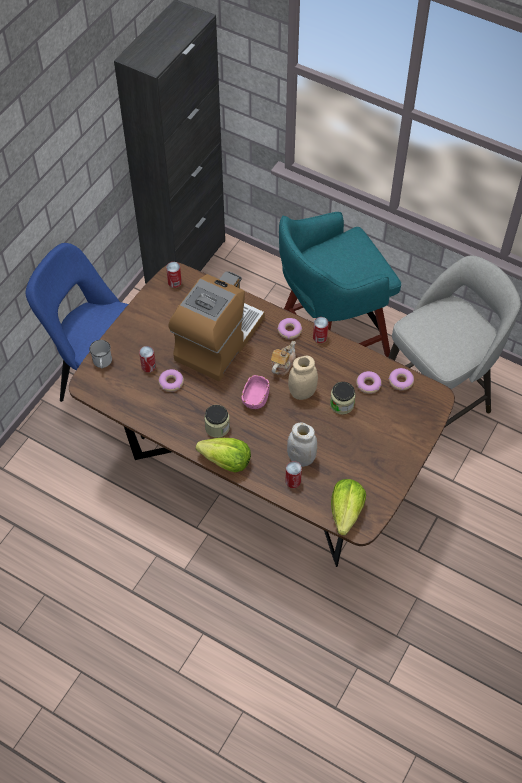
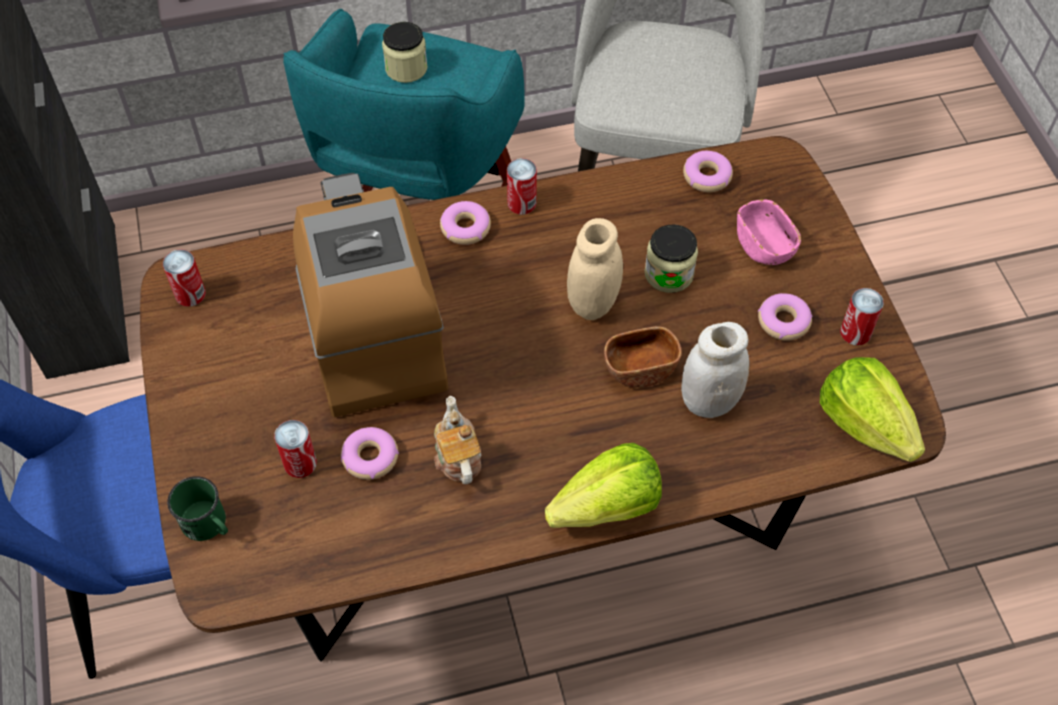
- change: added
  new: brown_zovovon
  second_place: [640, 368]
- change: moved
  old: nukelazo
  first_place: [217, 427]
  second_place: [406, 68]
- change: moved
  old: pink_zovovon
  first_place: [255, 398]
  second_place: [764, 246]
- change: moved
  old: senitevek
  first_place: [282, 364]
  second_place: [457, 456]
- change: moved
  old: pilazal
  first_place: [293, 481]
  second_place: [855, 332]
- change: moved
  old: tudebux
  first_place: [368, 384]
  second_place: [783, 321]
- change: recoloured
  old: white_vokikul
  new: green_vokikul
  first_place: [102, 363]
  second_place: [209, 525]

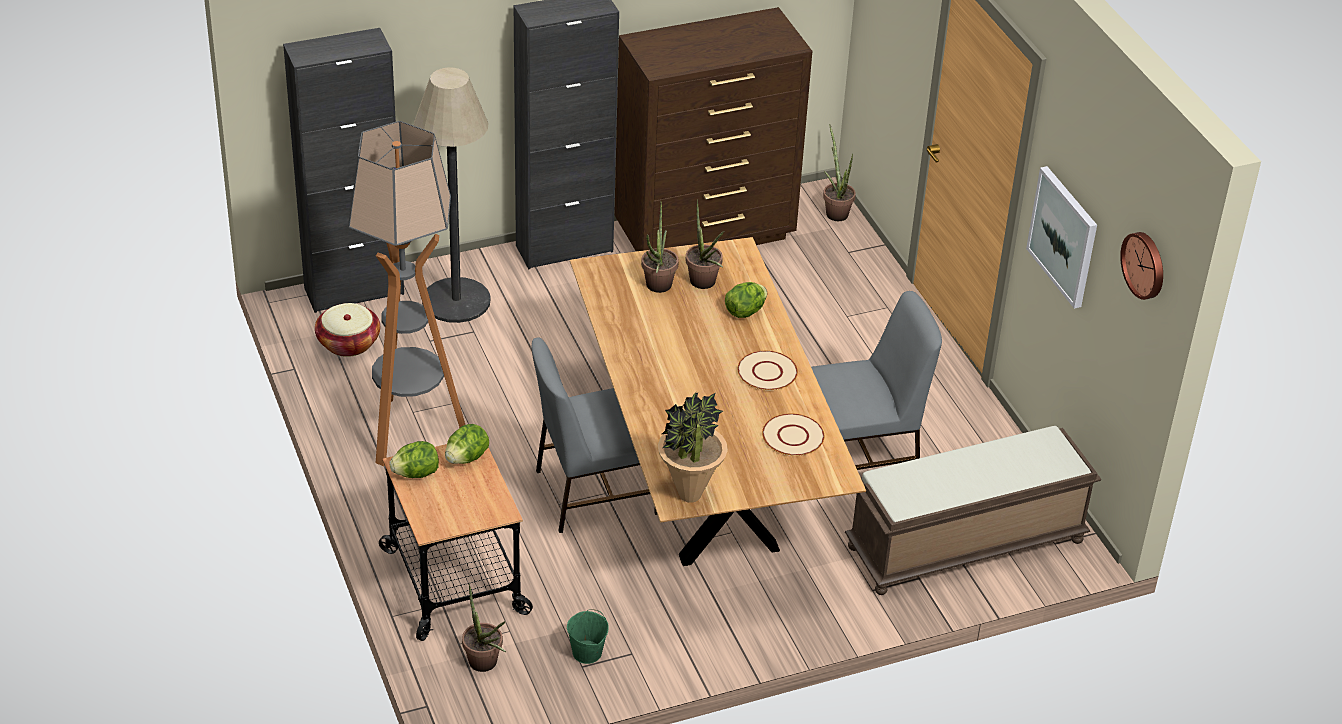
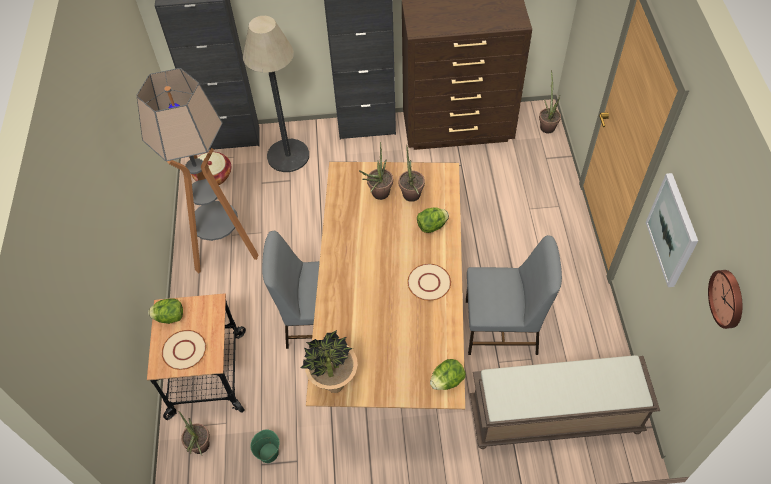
- change: moved
  old: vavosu
  first_place: [466, 458]
  second_place: [447, 381]
- change: moved
  old: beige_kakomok
  first_place: [793, 436]
  second_place: [184, 350]

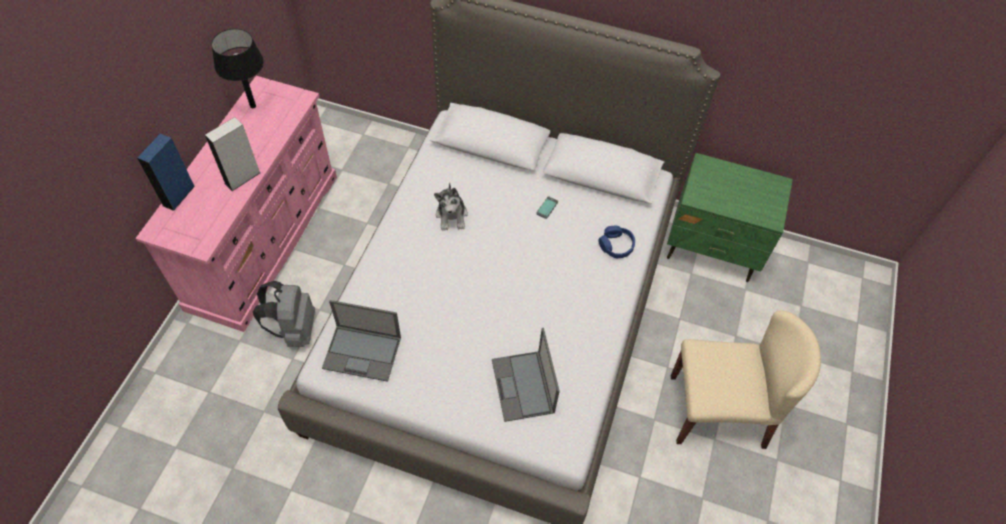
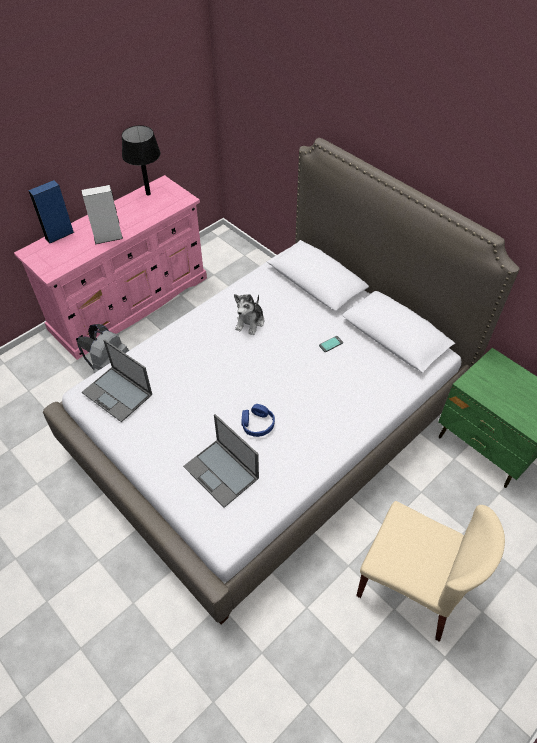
- change: moved
  old: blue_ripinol
  first_place: [616, 245]
  second_place: [257, 424]
- change: turned
  old: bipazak
  first_place: [523, 387]
  second_place: [222, 473]
  degrees: -60

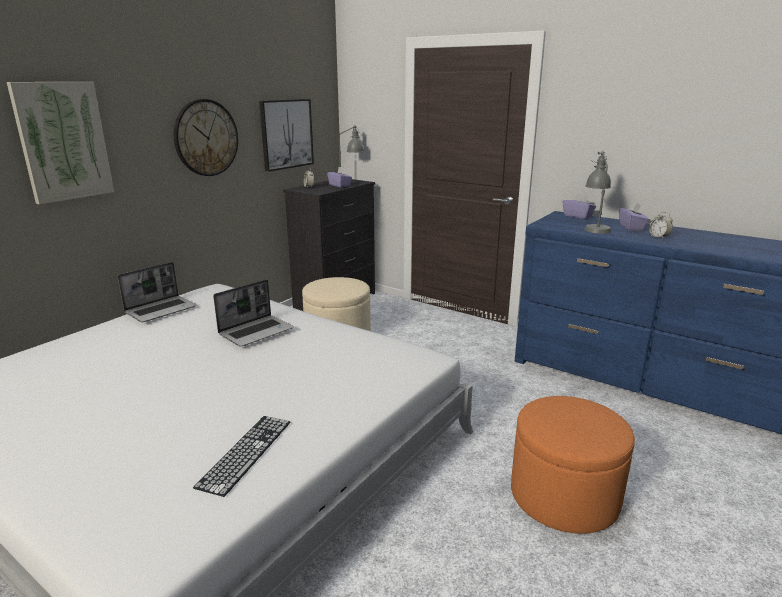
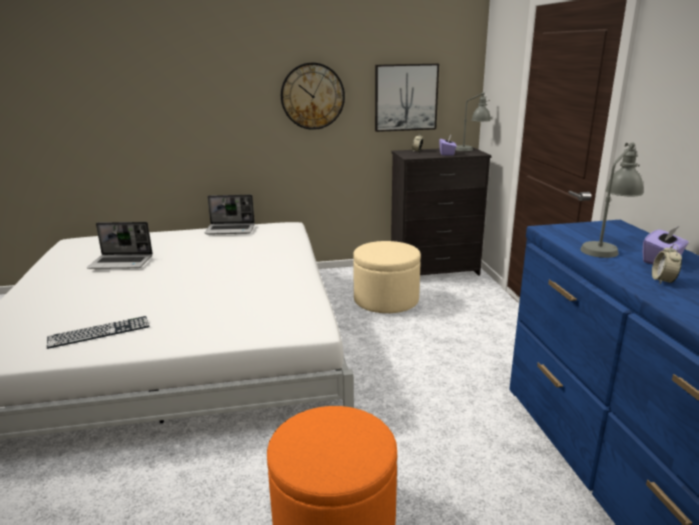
- change: removed
  old: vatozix
  first_place: [63, 141]
- change: removed
  old: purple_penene
  first_place: [577, 216]
- change: moved
  old: bipazak
  first_place: [256, 332]
  second_place: [122, 262]

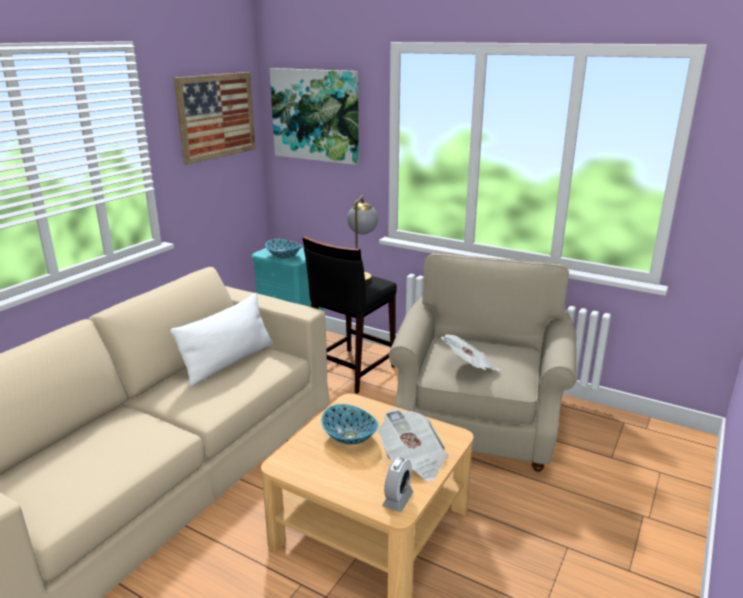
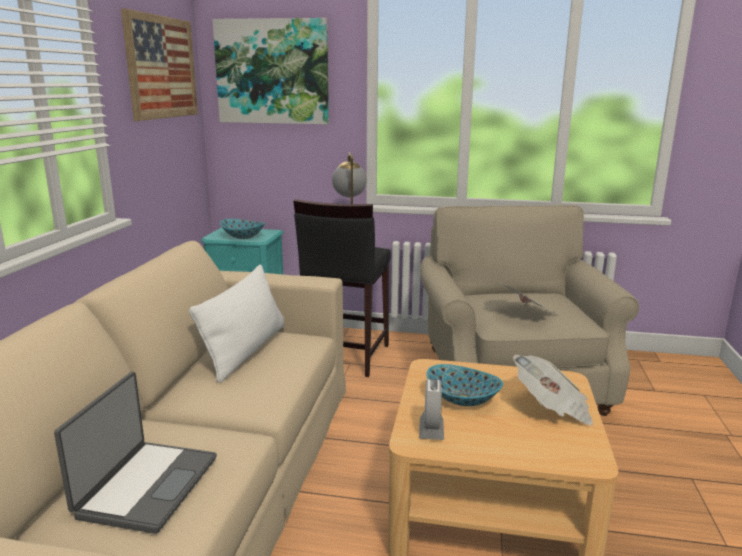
- change: added
  new: bipazak
  second_place: [146, 486]
- change: moved
  old: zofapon
  first_place: [398, 500]
  second_place: [431, 430]

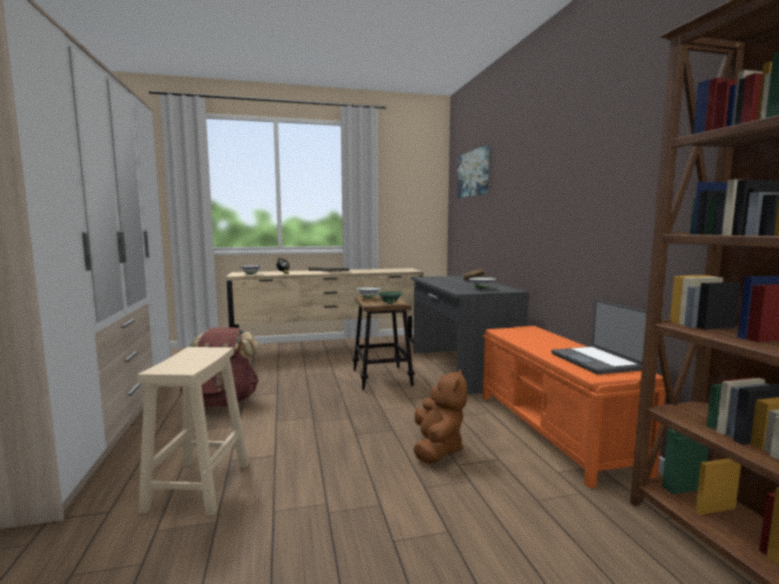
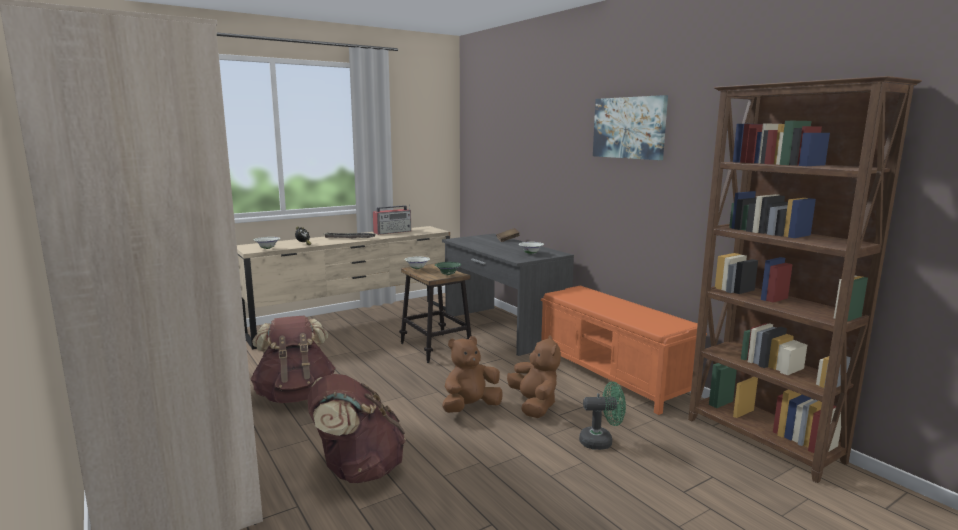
- change: removed
  old: bipazak
  first_place: [596, 361]
- change: added
  new: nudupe
  second_place: [393, 232]
- change: added
  new: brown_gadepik
  second_place: [470, 407]
- change: added
  new: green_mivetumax
  second_place: [601, 441]
- change: moved
  old: vatozix
  first_place: [473, 174]
  second_place: [629, 128]
- change: replaced
  old: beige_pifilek
  new: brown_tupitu
  first_place: [199, 485]
  second_place: [357, 470]

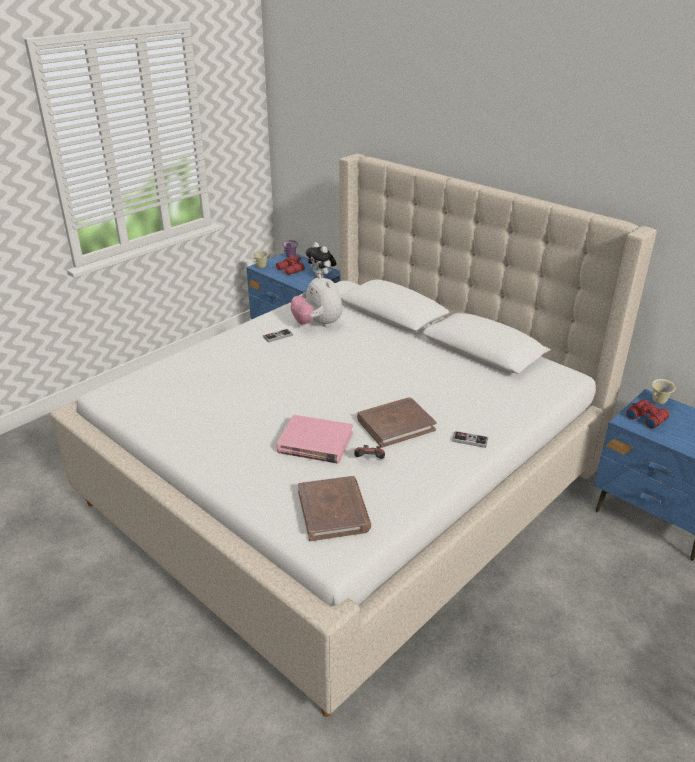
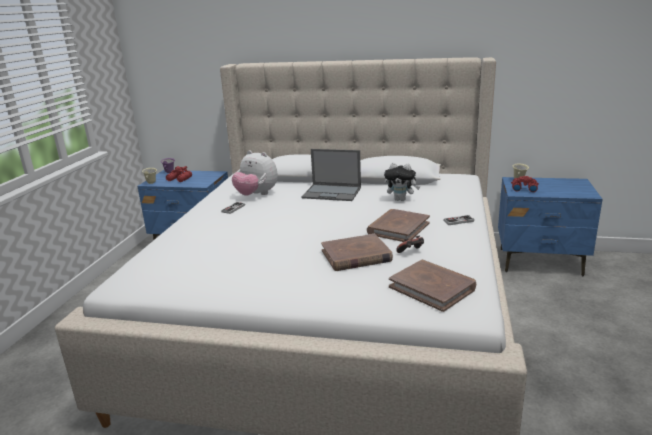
- change: added
  new: bipazak
  second_place: [332, 193]
- change: moved
  old: gadepik
  first_place: [321, 277]
  second_place: [401, 200]
- change: recoloured
  old: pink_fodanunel
  new: brown_fodanunel
  first_place: [315, 443]
  second_place: [356, 256]

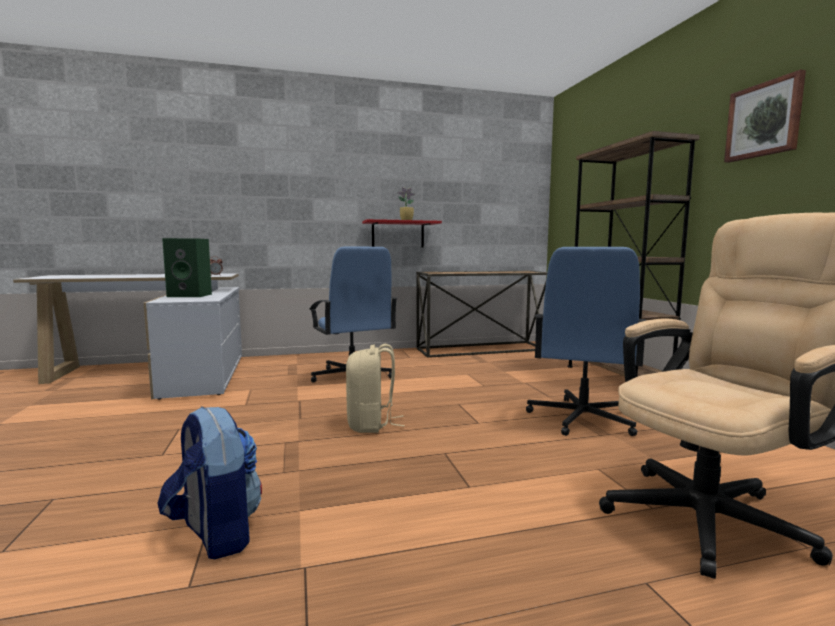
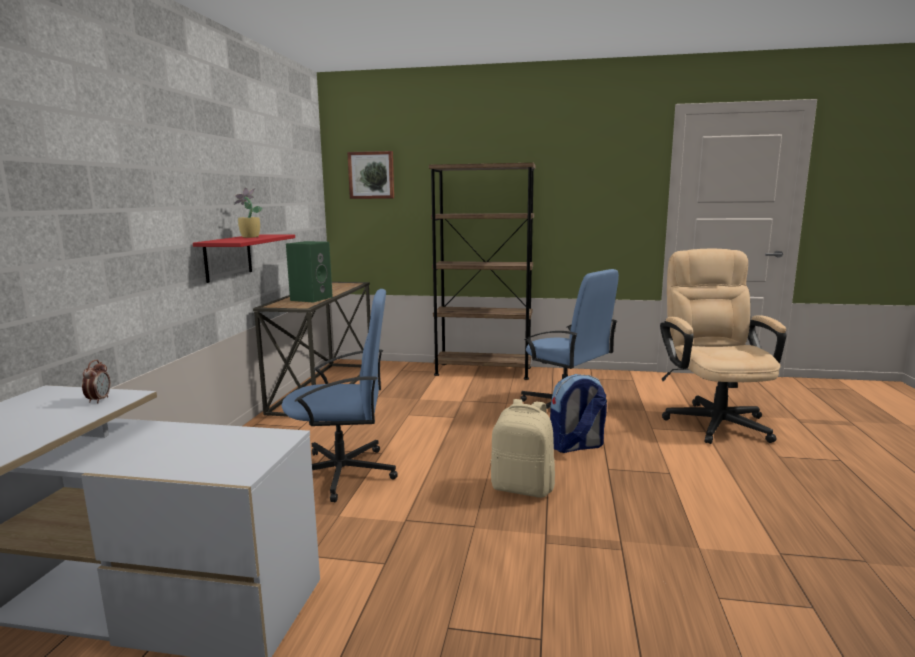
- change: moved
  old: tupitu
  first_place: [215, 534]
  second_place: [576, 446]
- change: moved
  old: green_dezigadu
  first_place: [191, 295]
  second_place: [311, 298]
- change: moved
  old: vatozix
  first_place: [764, 120]
  second_place: [371, 175]

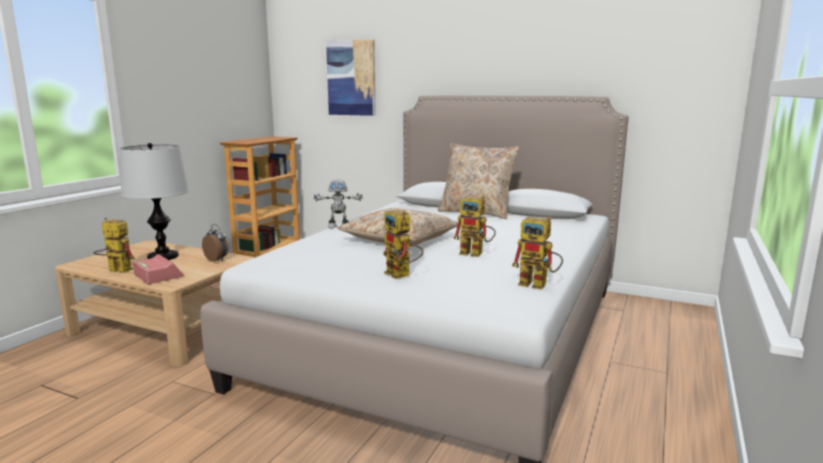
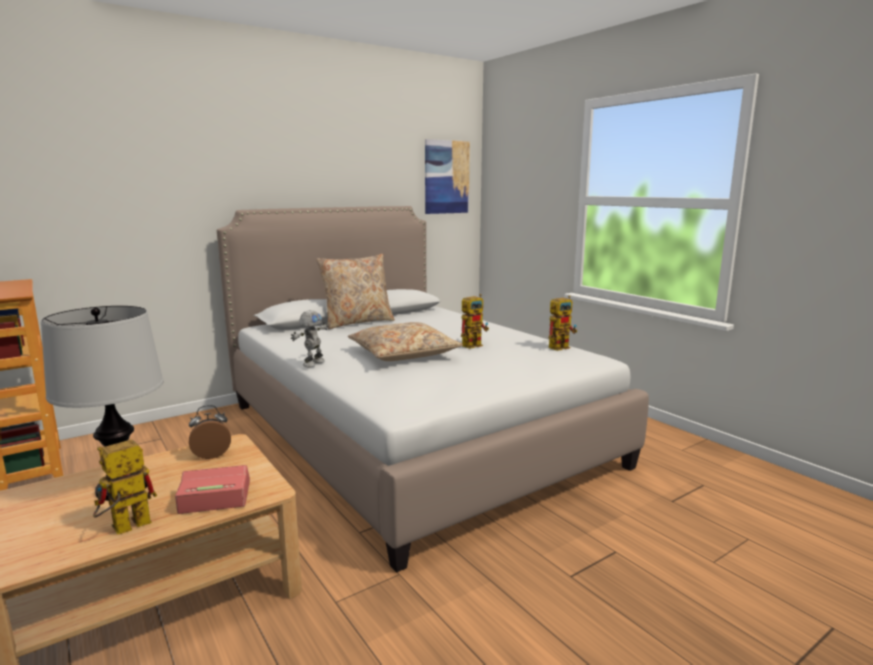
- change: removed
  old: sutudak
  first_place: [402, 275]
- change: moved
  old: vatozix
  first_place: [351, 78]
  second_place: [446, 177]

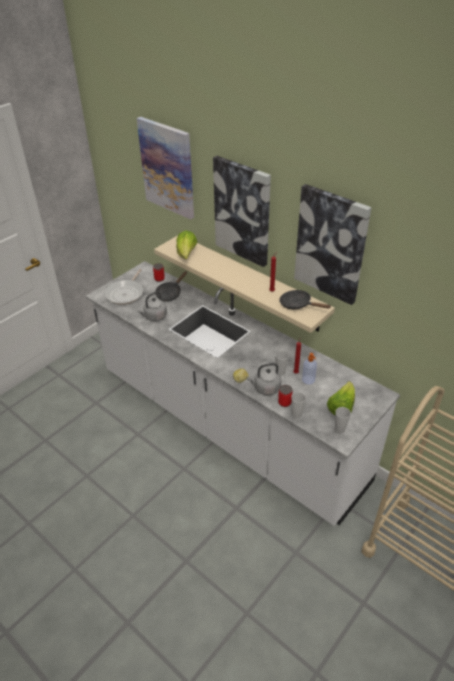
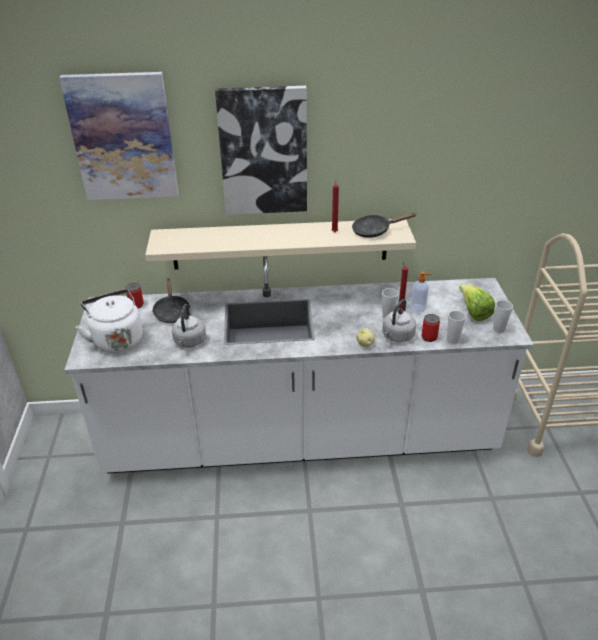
- change: removed
  old: vavosu
  first_place: [186, 254]
- change: removed
  old: vatozix
  first_place: [331, 244]
- change: replaced
  old: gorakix
  new: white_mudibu
  first_place: [126, 293]
  second_place: [117, 339]

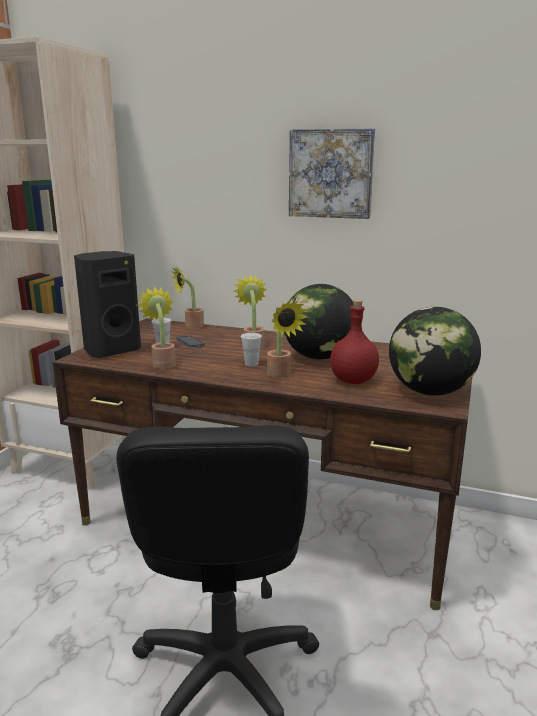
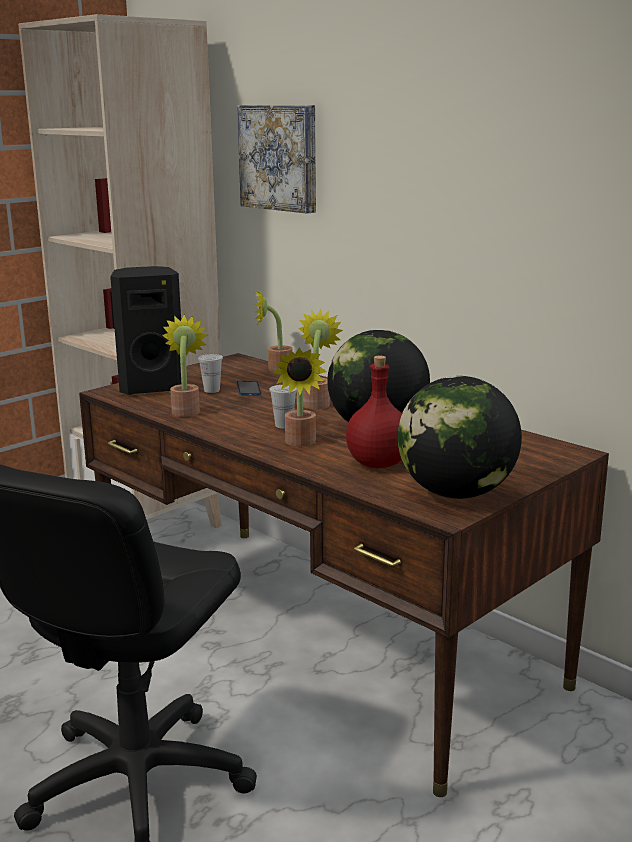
- change: moved
  old: vatozix
  first_place: [331, 173]
  second_place: [280, 157]

